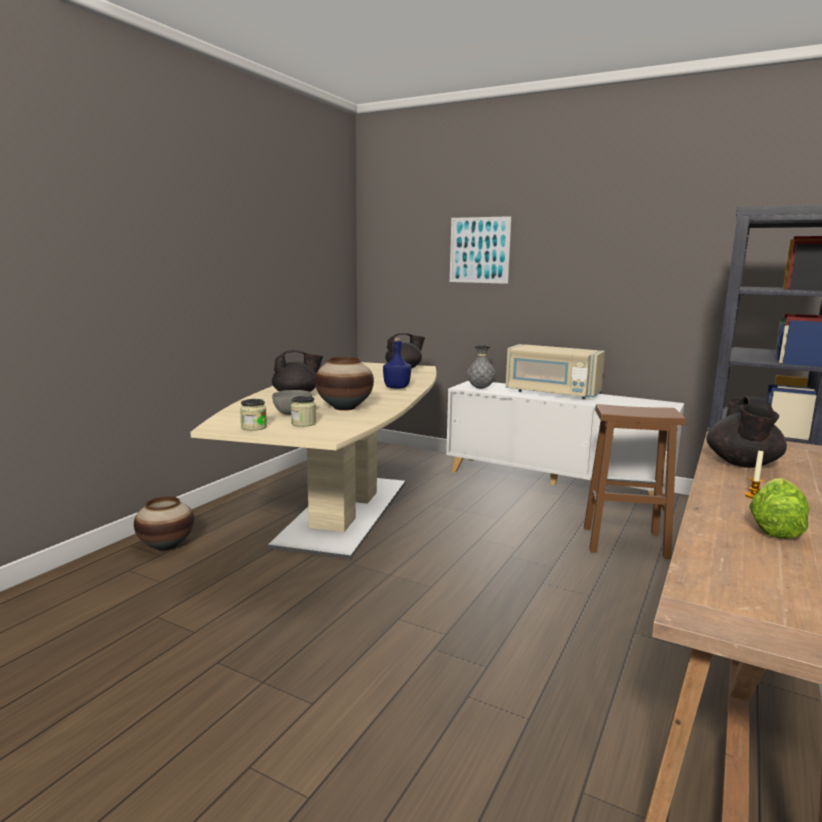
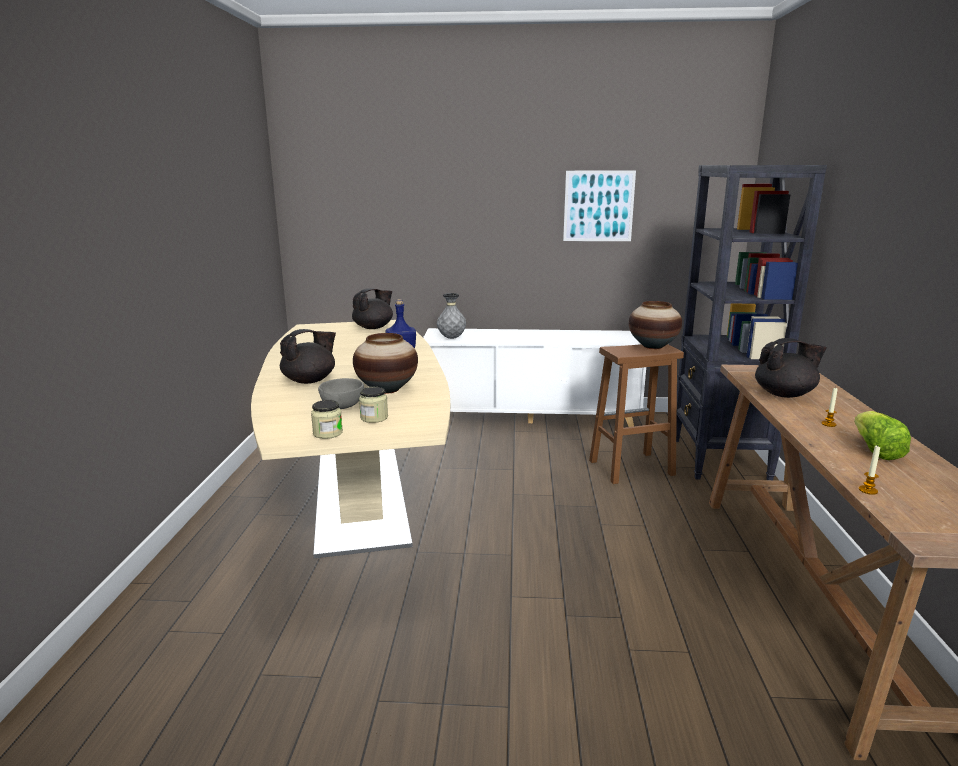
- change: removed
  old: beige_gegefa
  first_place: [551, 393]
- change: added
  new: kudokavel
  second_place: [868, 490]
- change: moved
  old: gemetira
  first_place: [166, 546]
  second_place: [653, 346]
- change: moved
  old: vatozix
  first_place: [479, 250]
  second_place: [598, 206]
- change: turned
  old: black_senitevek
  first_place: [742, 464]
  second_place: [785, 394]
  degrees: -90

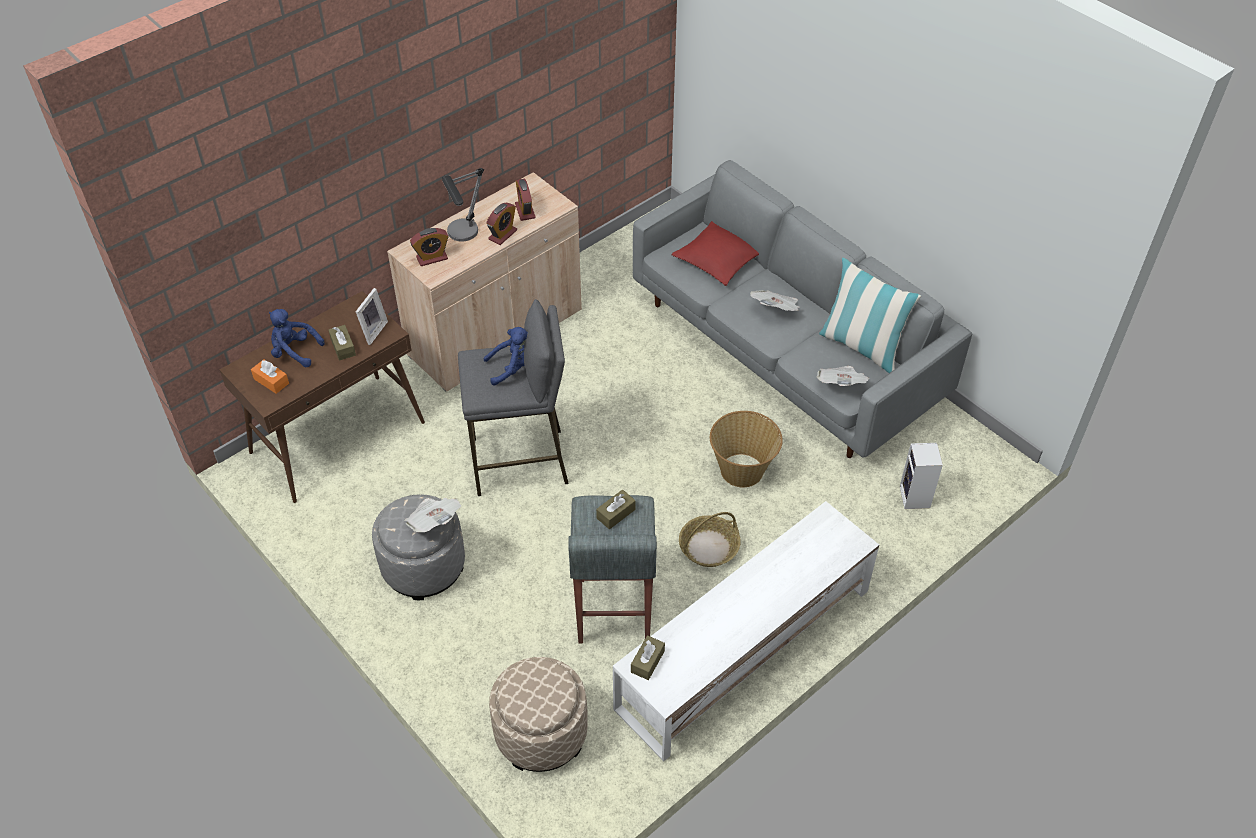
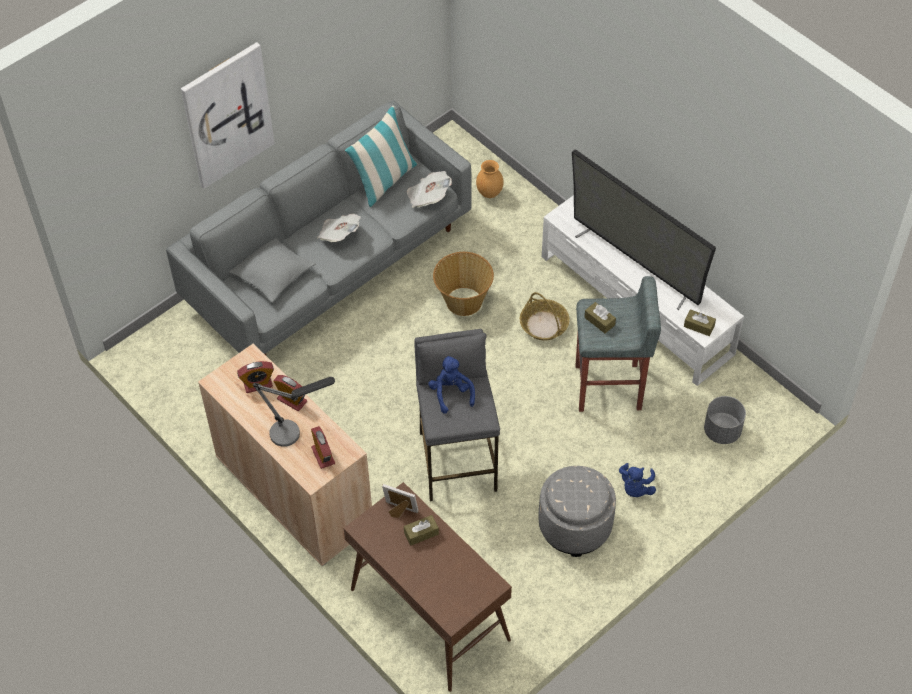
- change: removed
  old: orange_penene
  first_place: [271, 381]
- change: removed
  old: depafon
  first_place: [434, 522]
- change: added
  new: vatozix
  second_place: [227, 114]
- change: added
  new: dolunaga
  second_place: [635, 263]
- change: moved
  old: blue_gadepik
  first_place: [294, 352]
  second_place: [635, 488]
- change: replaced
  old: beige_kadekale
  new: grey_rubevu
  first_place: [541, 733]
  second_place: [722, 431]
- change: replaced
  old: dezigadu
  new: brown_gemetira
  first_place: [915, 498]
  second_place: [490, 193]
- change: recoloured
  old: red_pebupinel
  new: grey_pebupinel
  first_place: [718, 260]
  second_place: [272, 273]

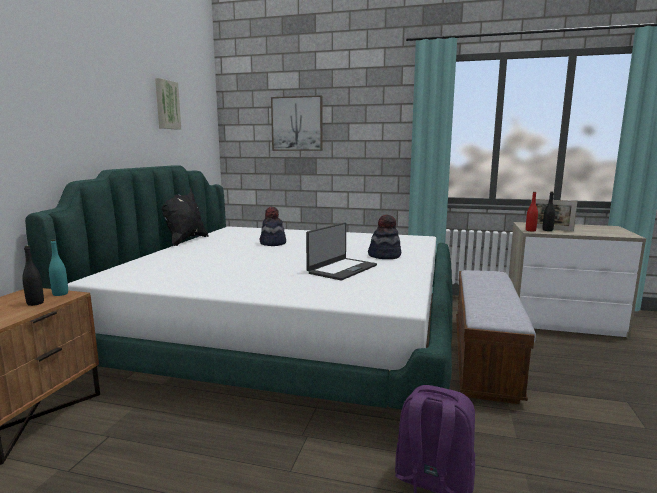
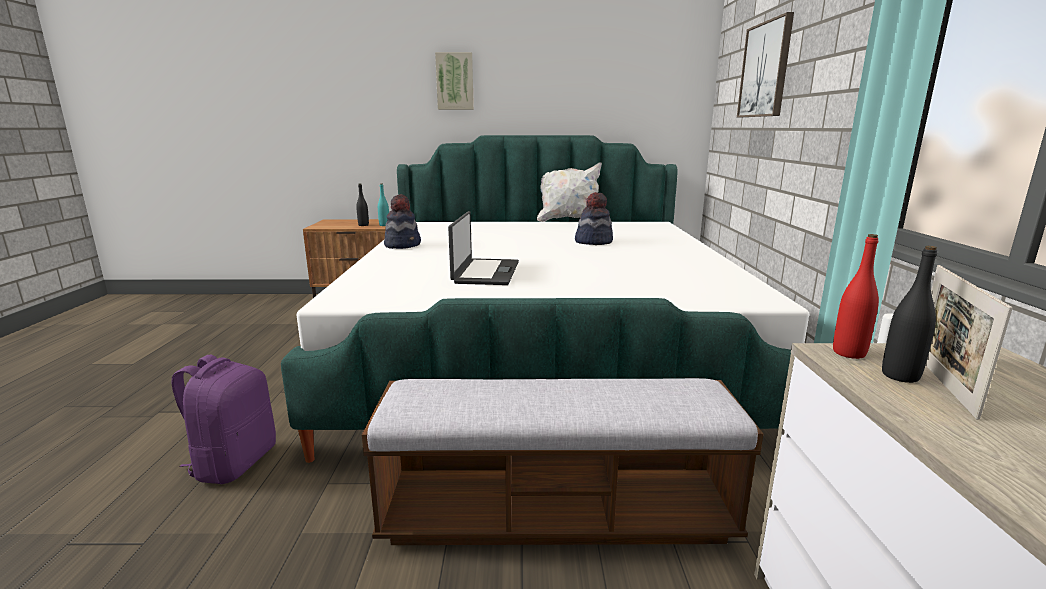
- change: moved
  old: vatozix
  first_place: [166, 105]
  second_place: [455, 81]
- change: moved
  old: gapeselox
  first_place: [384, 256]
  second_place: [403, 245]
- change: recoloured
  old: black_pebupinel
  new: white_pebupinel
  first_place: [184, 241]
  second_place: [568, 221]
- change: turned
  old: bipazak
  first_place: [341, 269]
  second_place: [485, 272]
  degrees: -105

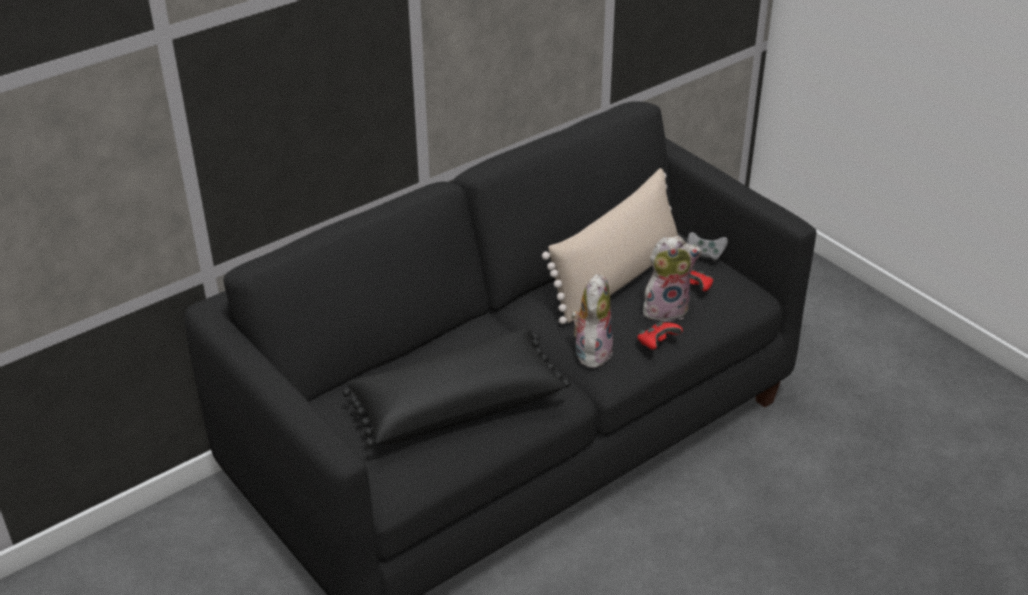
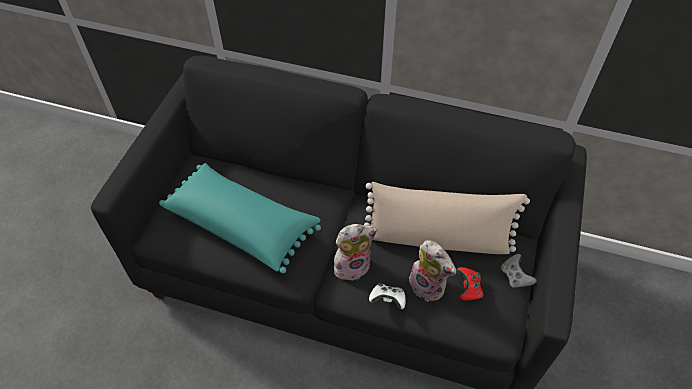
- change: recoloured
  old: black_pebupinel
  new: turquoise_pebupinel
  first_place: [456, 405]
  second_place: [242, 224]
- change: recoloured
  old: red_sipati
  new: white_sipati
  first_place: [657, 343]
  second_place: [388, 300]

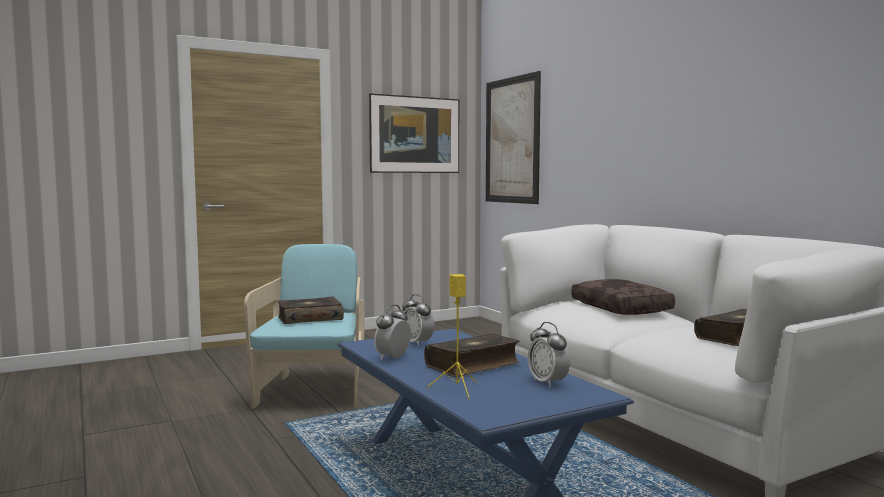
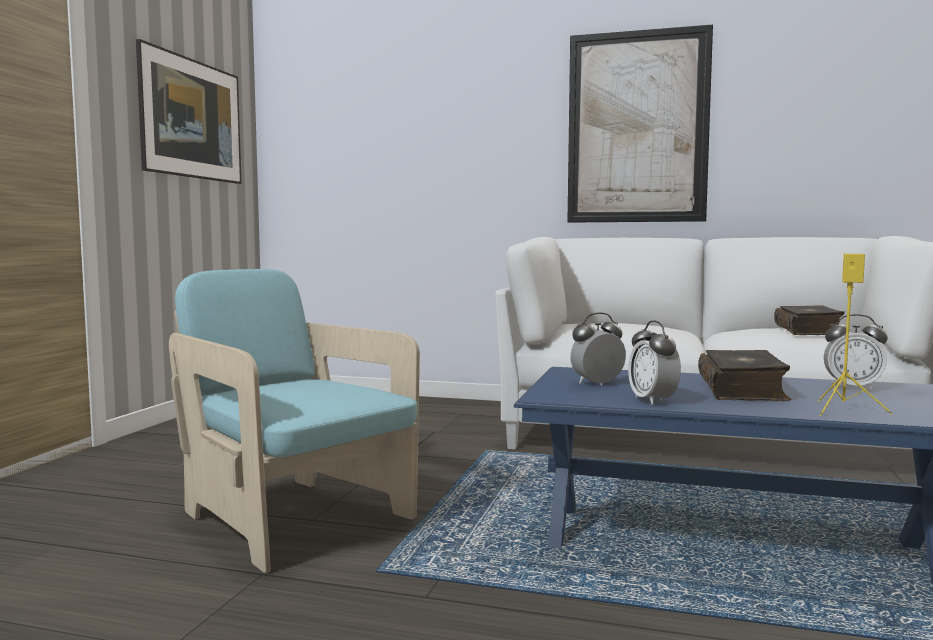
- change: removed
  old: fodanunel
  first_place: [310, 319]
- change: removed
  old: brown_pebupinel
  first_place: [622, 308]
- change: moved
  old: vatozix
  first_place: [511, 140]
  second_place: [637, 127]
- change: turned
  old: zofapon
  first_place: [417, 343]
  second_place: [597, 384]
  degrees: 150

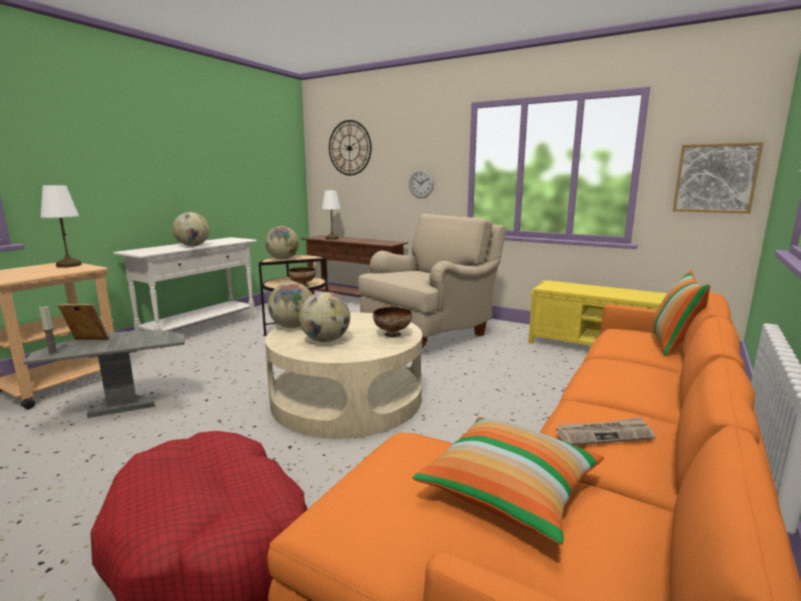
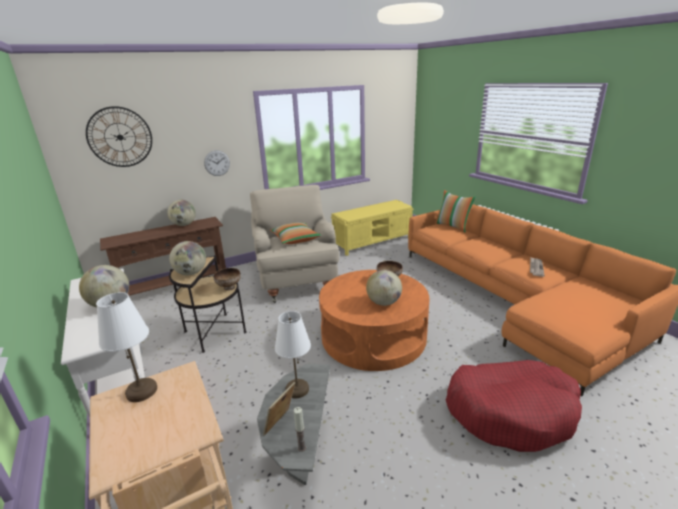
- change: removed
  old: vatozix
  first_place: [715, 178]
- change: moved
  old: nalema
  first_place: [292, 327]
  second_place: [184, 225]
- change: moved
  old: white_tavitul
  first_place: [331, 238]
  second_place: [297, 390]
- change: moved
  old: pebupinel
  first_place: [510, 491]
  second_place: [295, 239]
- change: recoloured
  old: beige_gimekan
  new: orange_gimekan
  first_place: [347, 398]
  second_place: [373, 335]

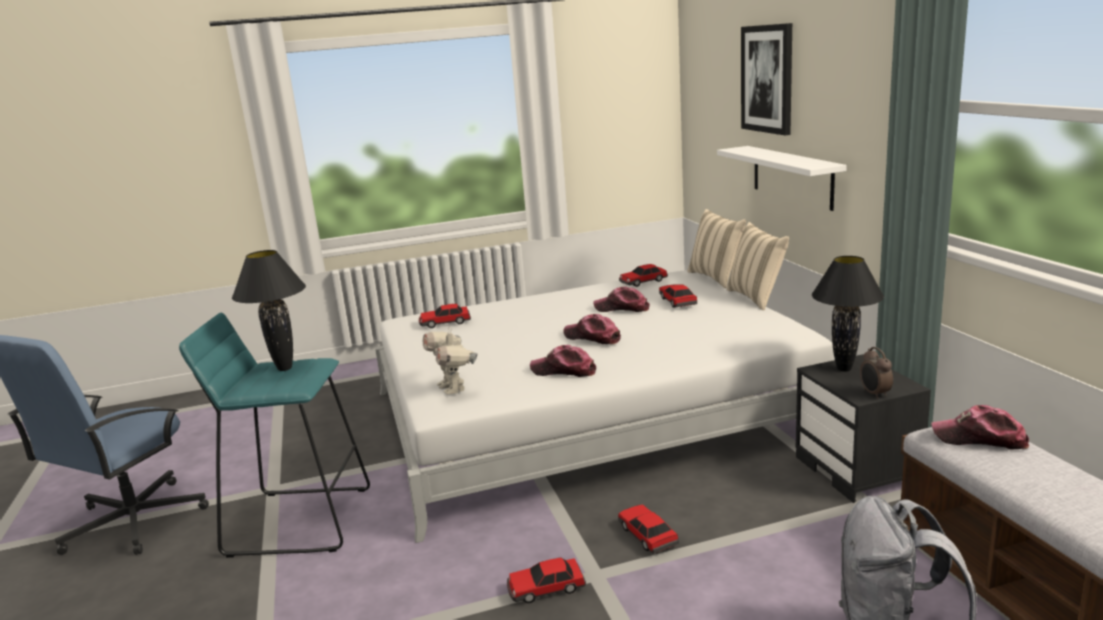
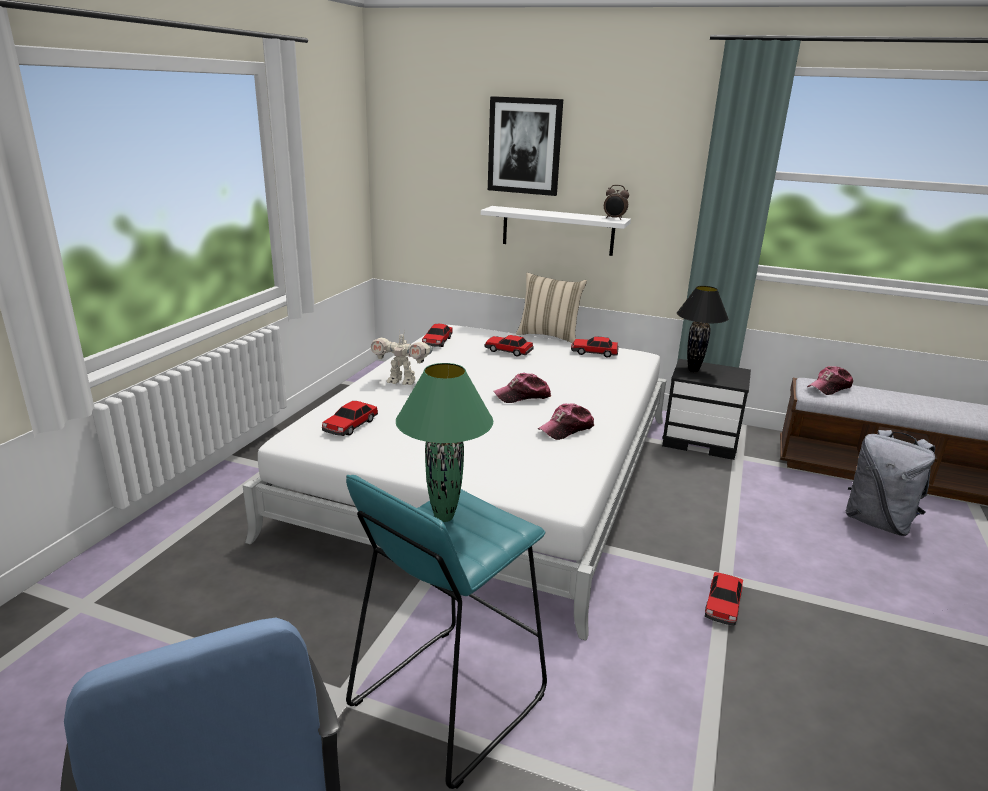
- change: removed
  old: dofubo
  first_place: [622, 308]
- change: removed
  old: beige_pebupinel
  first_place: [716, 277]
- change: moved
  old: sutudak
  first_place: [453, 388]
  second_place: [402, 381]
- change: moved
  old: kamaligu
  first_place: [647, 535]
  second_place: [594, 352]
- change: moved
  old: zofapon
  first_place: [874, 394]
  second_place: [614, 218]
- change: recoloured
  old: black_tavitul
  new: green_tavitul
  first_place: [285, 368]
  second_place: [443, 516]

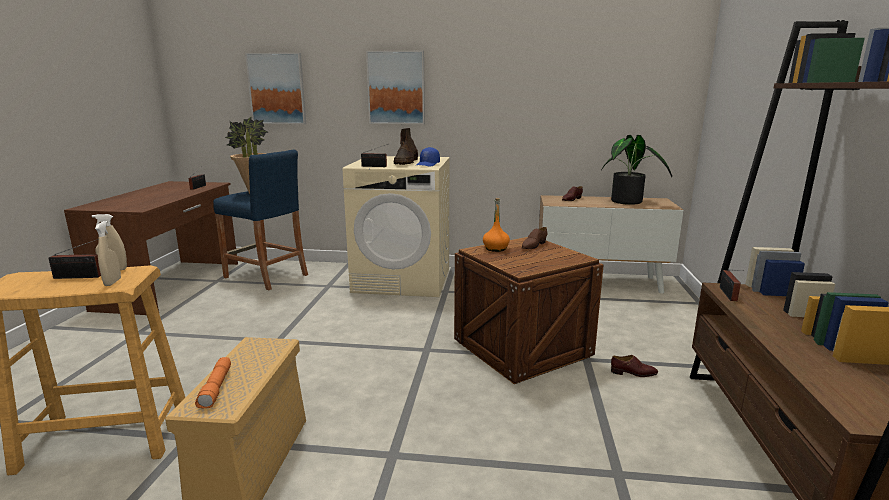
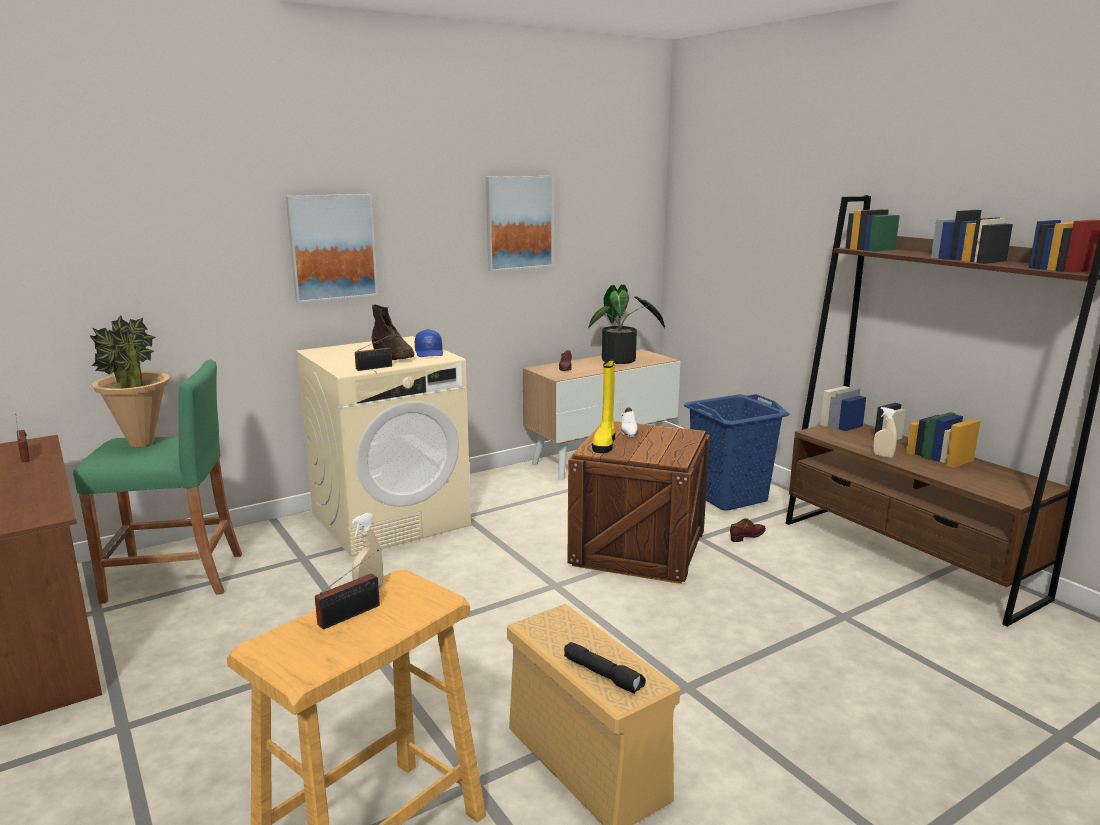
- change: removed
  old: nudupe
  first_place: [728, 295]
- change: added
  new: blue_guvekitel
  second_place: [729, 497]
- change: moved
  old: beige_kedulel
  first_place: [112, 282]
  second_place: [883, 456]
- change: moved
  old: vatozix
  first_place: [277, 89]
  second_place: [519, 222]
- change: replaced
  old: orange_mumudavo
  new: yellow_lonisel
  first_place: [496, 248]
  second_place: [604, 443]
- change: recoloured
  old: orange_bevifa
  new: black_bevifa
  first_place: [216, 388]
  second_place: [603, 675]
- change: recoloured
  old: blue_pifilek
  new: green_pifilek
  first_place: [266, 276]
  second_place: [174, 577]
- change: recoloured
  old: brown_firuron
  new: white_firuron
  first_place: [533, 245]
  second_place: [628, 431]

